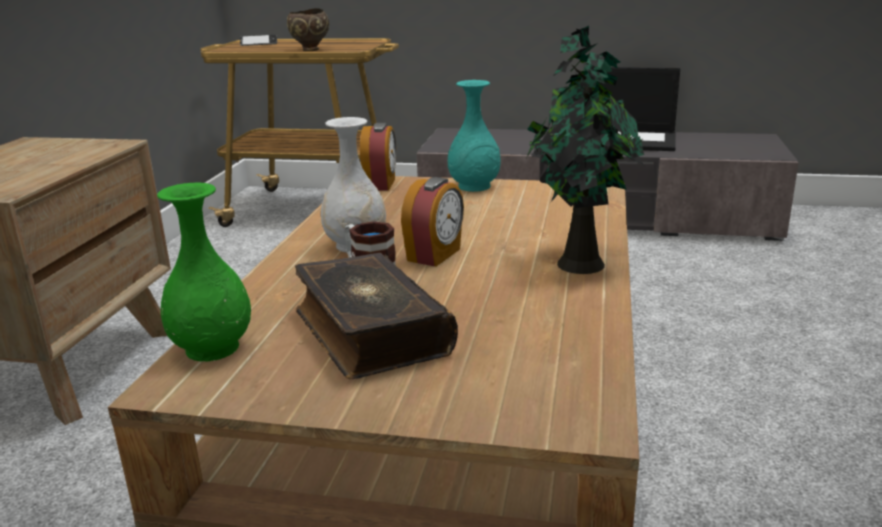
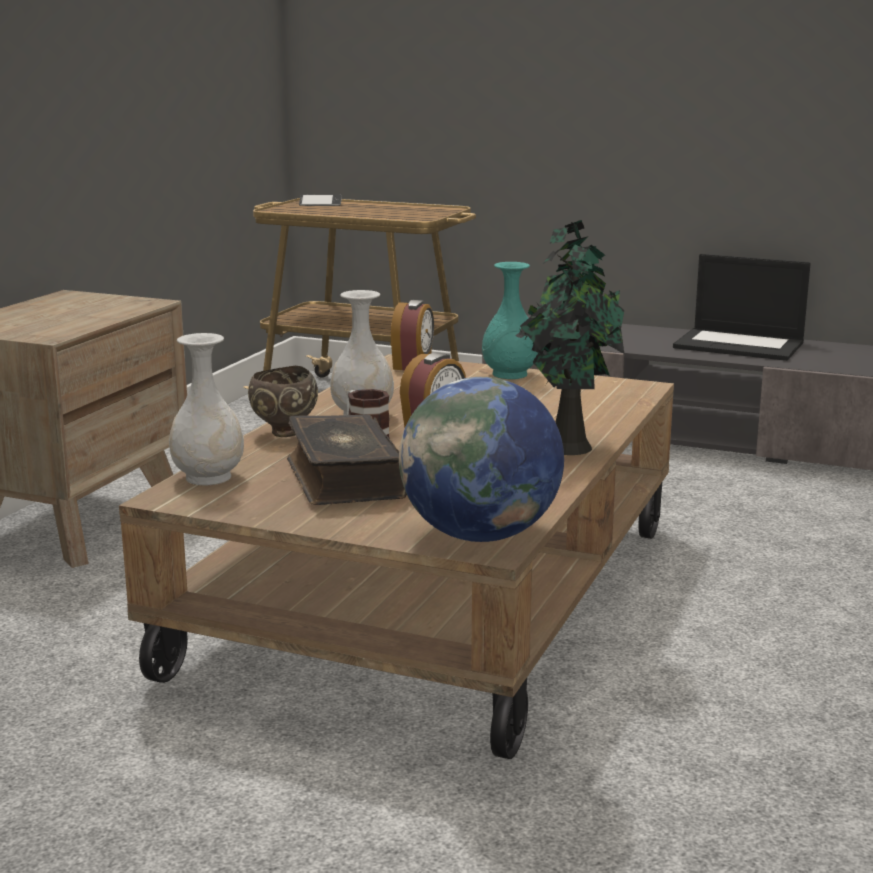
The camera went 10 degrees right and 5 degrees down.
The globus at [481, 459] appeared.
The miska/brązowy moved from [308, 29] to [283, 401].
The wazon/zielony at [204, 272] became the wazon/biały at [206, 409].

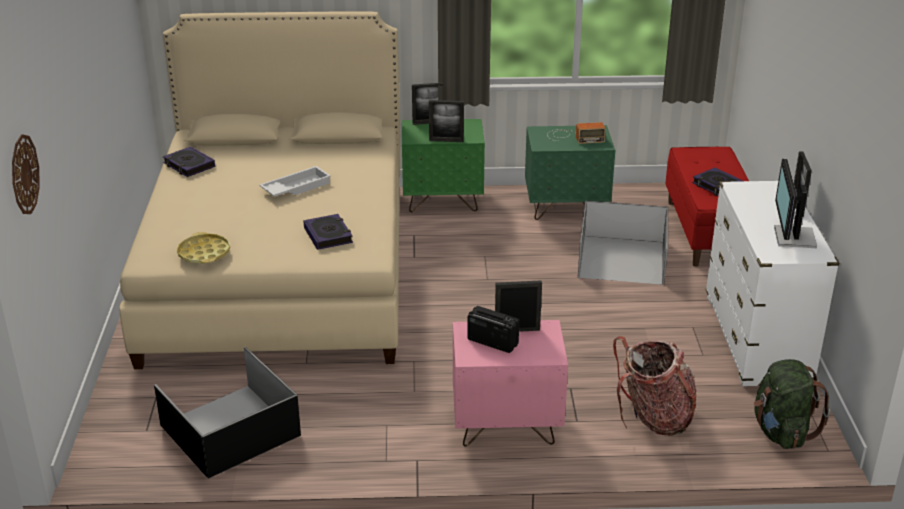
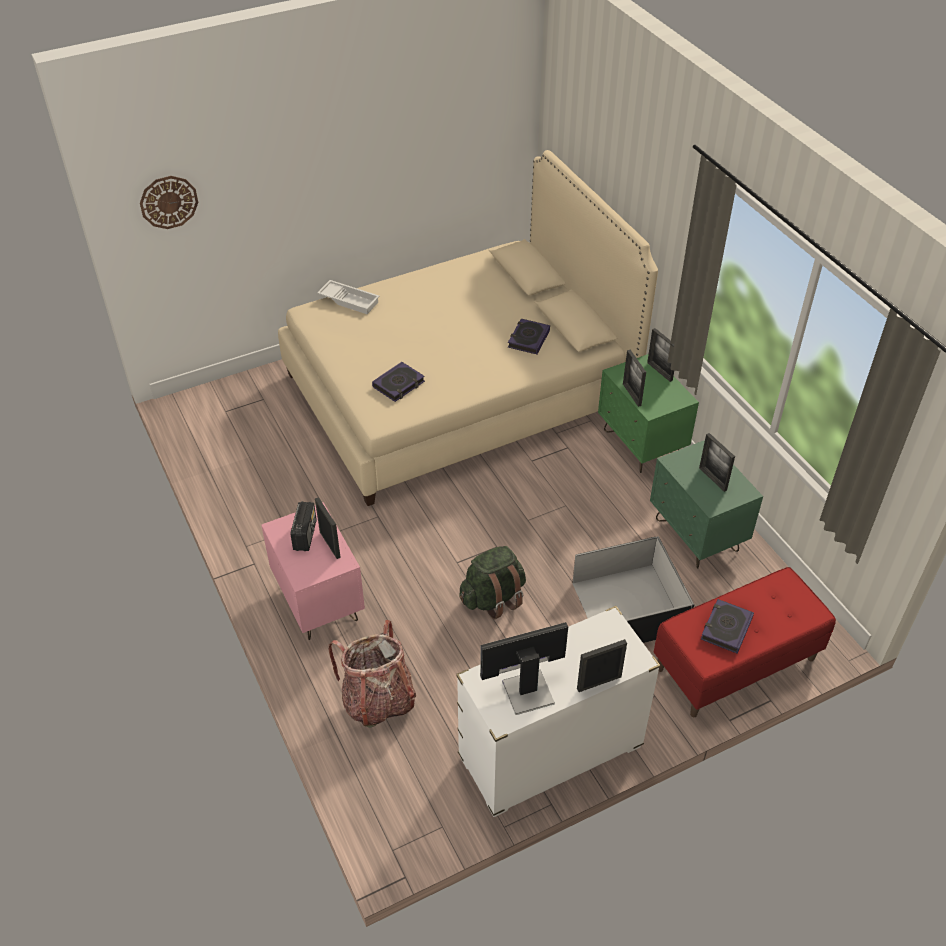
The camera went 65 degrees right and 15 degrees up.
The pojemnik do przechowywania/czarny at [227, 412] disappeared.
The taca/żółty at [203, 248] disappeared.
The książka moved from [189, 161] to [529, 336].
The taca/biały moved from [295, 181] to [348, 297].
The plecak/zielony moved from [792, 404] to [492, 582].
The radio at [576, 133] was replaced by the ramka na zdjęcie at [717, 462].

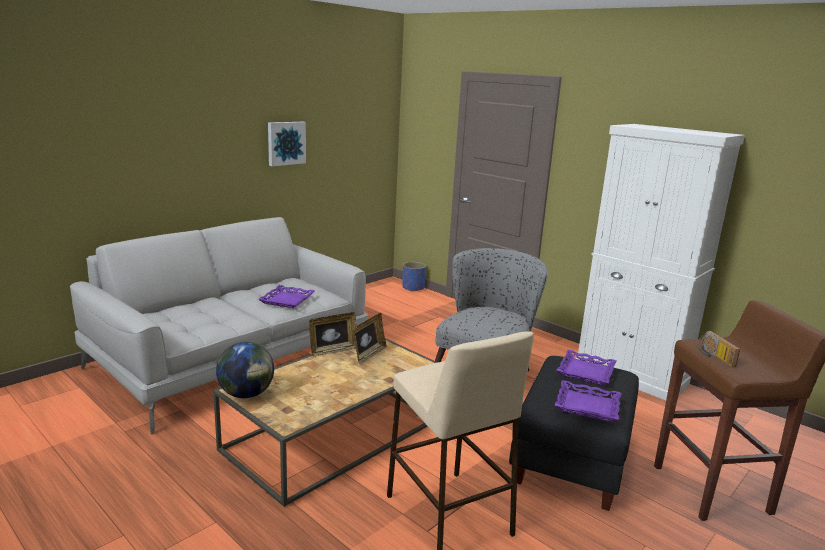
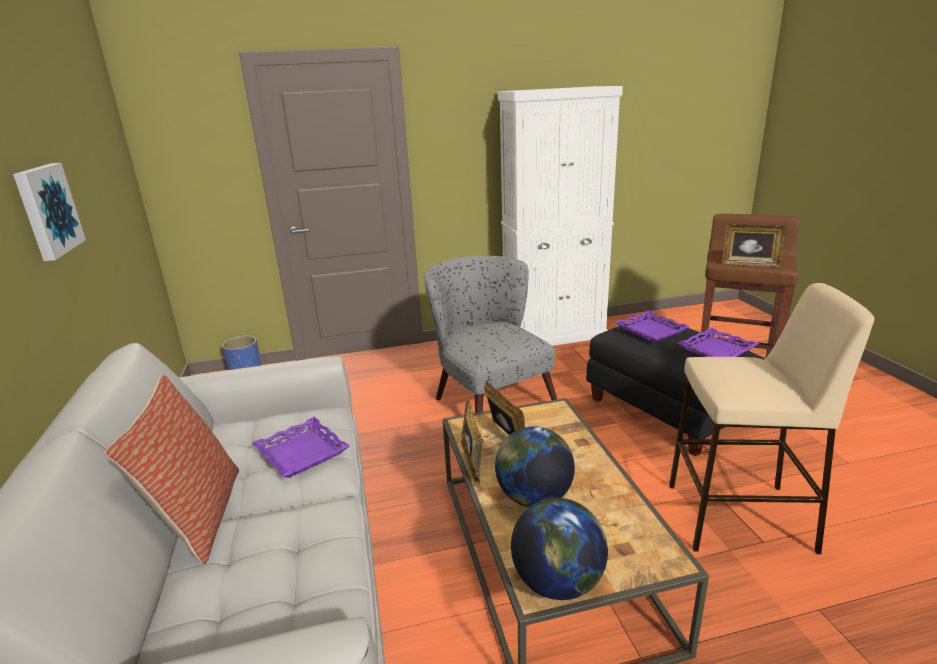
The camera went 55 degrees left and 5 degrees up.
The poduszka at [171, 469] appeared.
The globus at [535, 467] appeared.
The radio at [719, 349] was replaced by the ramka na zdjęcie at [754, 245].

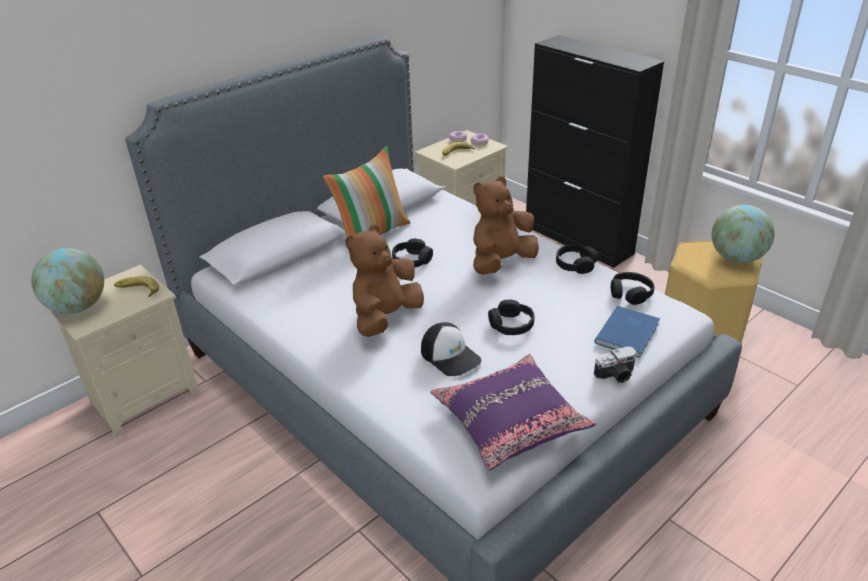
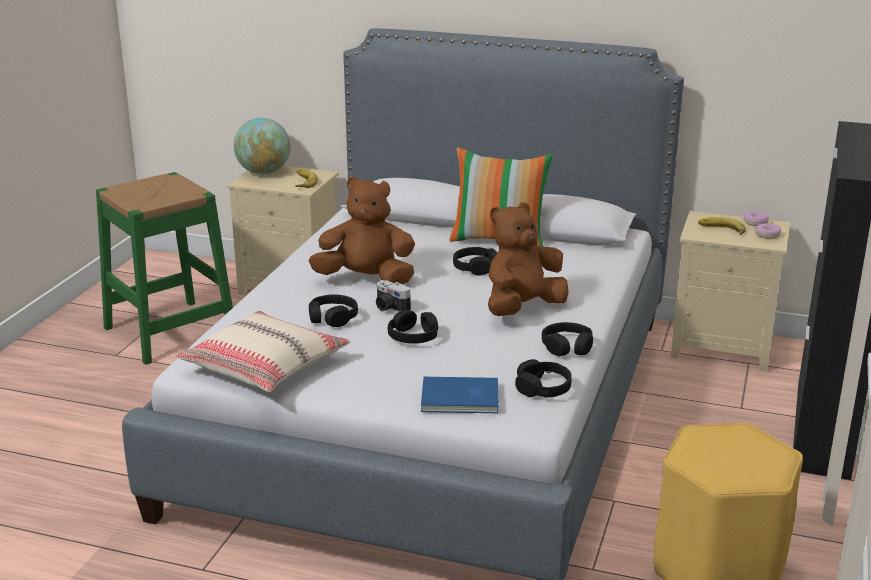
The camera went 60 degrees right and 10 degrees down.
The globus at [743, 234] disappeared.
The stołek/zielony at [164, 268] appeared.
The aparat fotograficzny moved from [615, 364] to [393, 296].
The czapka z daszkiem at [451, 349] was replaced by the słuchawki/czarny at [333, 310].
The poduszka/fioletowy at [513, 412] became the poduszka/beżowy at [263, 351].
The pluszak/brązowy at [506, 225] turned 60 degrees counterclockwise.

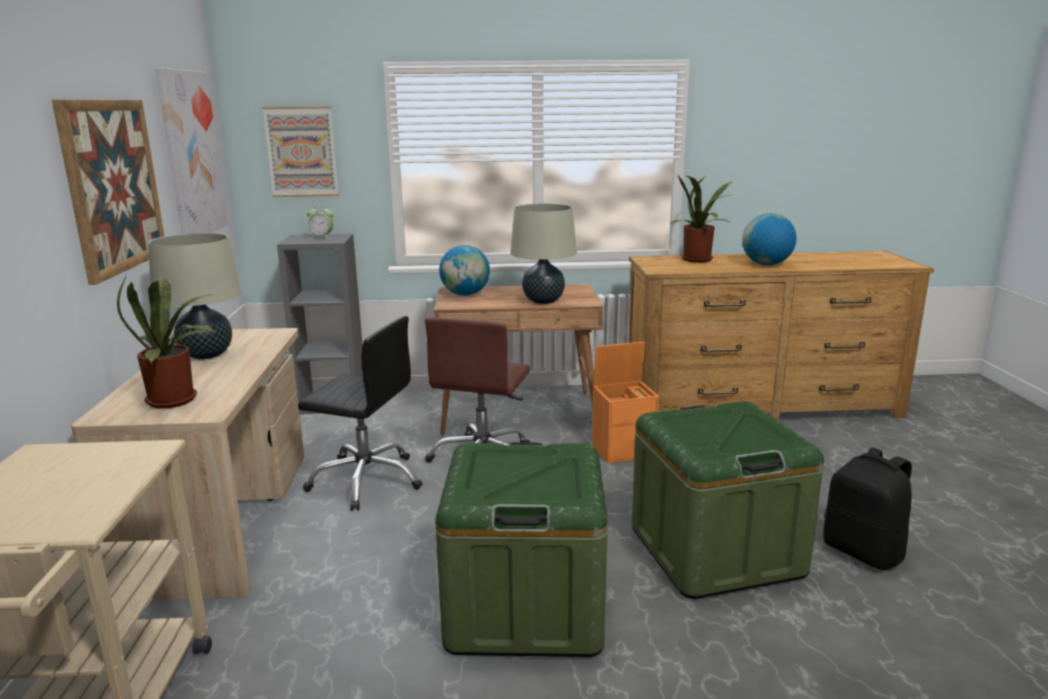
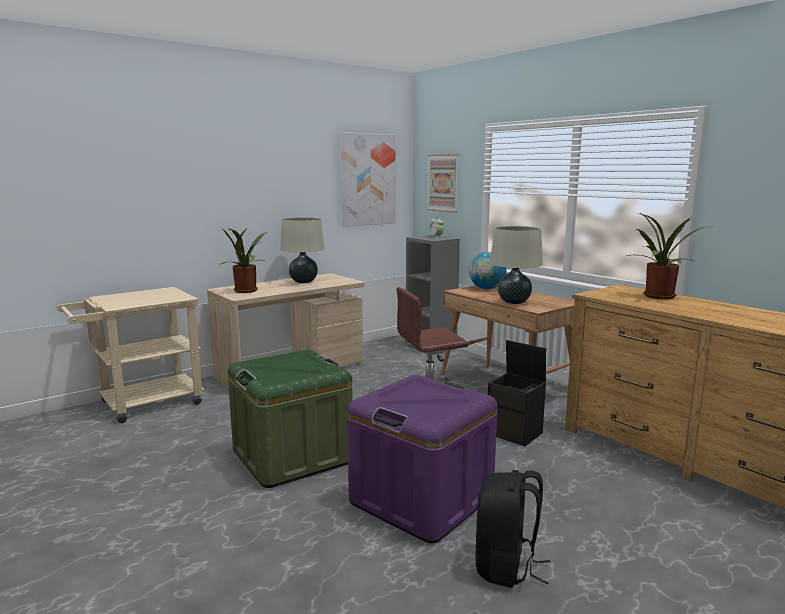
The camera went 55 degrees right and 5 degrees down.
The obraz at [108, 192] disappeared.
The krzesło biurowe/czarny at [360, 413] disappeared.
The globus at [769, 239] disappeared.
The pojemnik do przechowywania/pomarańczowy at [625, 402] became the pojemnik do przechowywania/czarny at [517, 393].
The pojemnik do przechowywania/zielony at [728, 500] became the pojemnik do przechowywania/fioletowy at [422, 459].

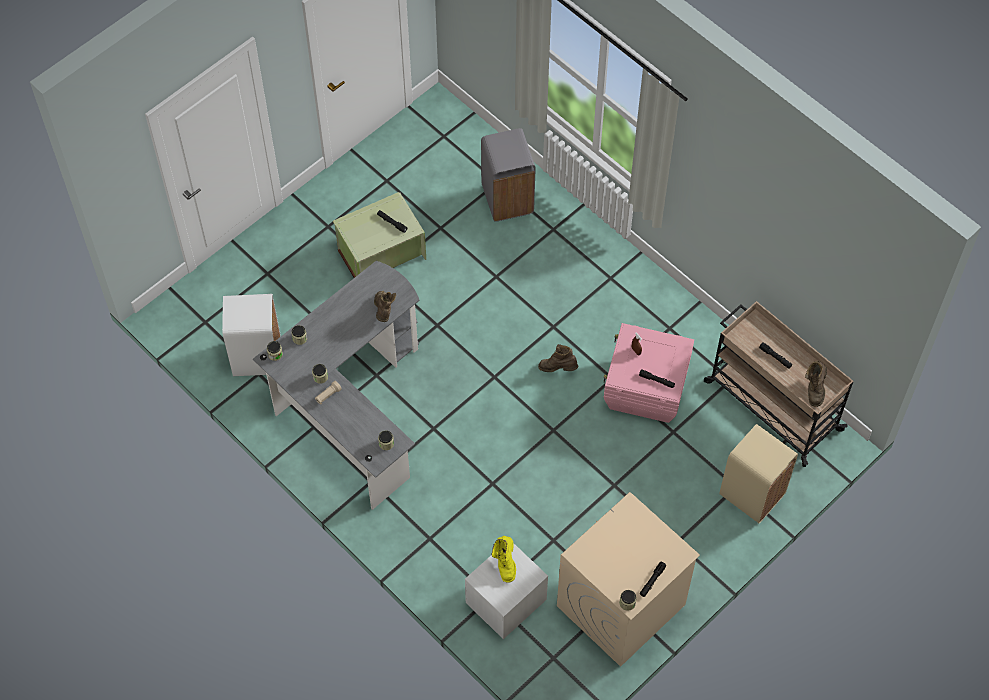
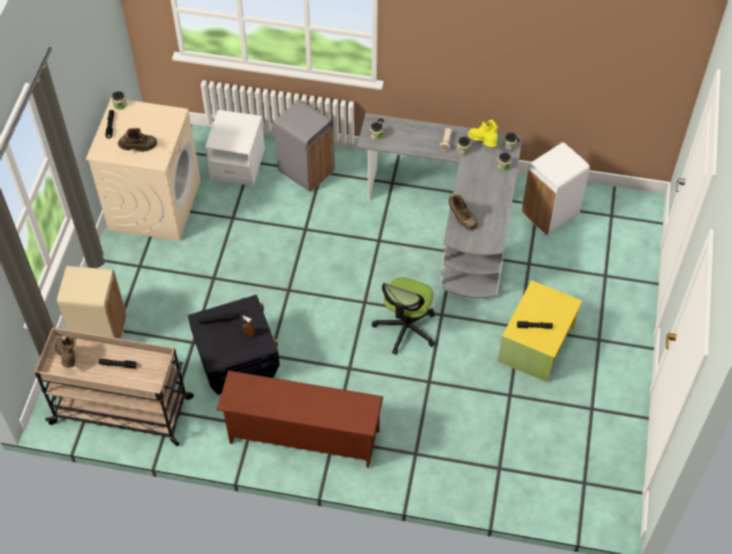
The camera went 145 degrees right and 5 degrees down.
The regał na buty/brązowy at [300, 419] appeared.
The krzesło biurowe at [403, 316] appeared.
The kosz na śmieci/szary moved from [508, 175] to [304, 146].
The but z cholewką/żółty moved from [504, 559] to [483, 133].
The but z cholewką/brązowy moved from [558, 358] to [137, 140].
The pojemnik do przechowywania/zielony at [379, 235] became the pojemnik do przechowywania/żółty at [539, 331].
The pojemnik do przechowywania/różowy at [649, 373] became the pojemnik do przechowywania/czarny at [234, 345].

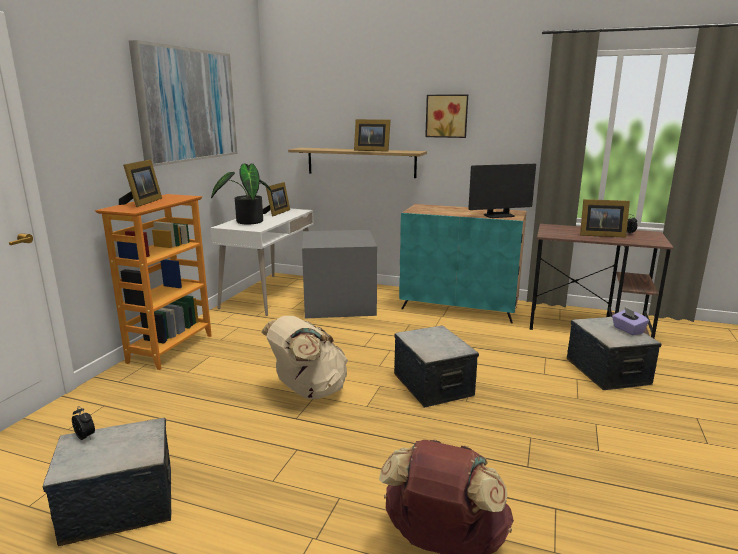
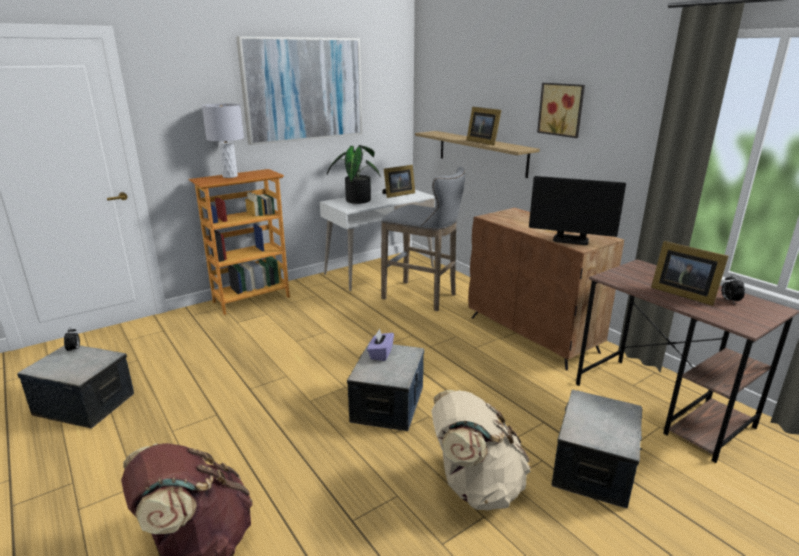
The camera went 35 degrees right and 5 degrees up.
The plecak/beżowy moved from [304, 357] to [481, 450].
The pudełko chusteczek/fioletowy moved from [630, 321] to [380, 345].
The ramka na zdjęcie at [140, 183] was replaced by the lampa stołowa/szary at [223, 140].
The pojemnik do przechowywania/szary at [339, 274] was replaced by the stołek/szary at [423, 239].
The szafka/turkusowy at [462, 263] became the szafka/brązowy at [546, 289].

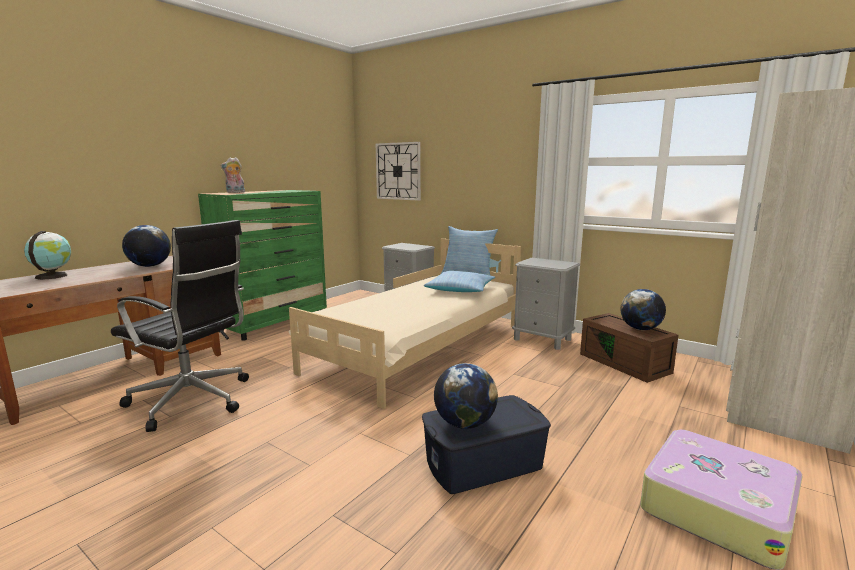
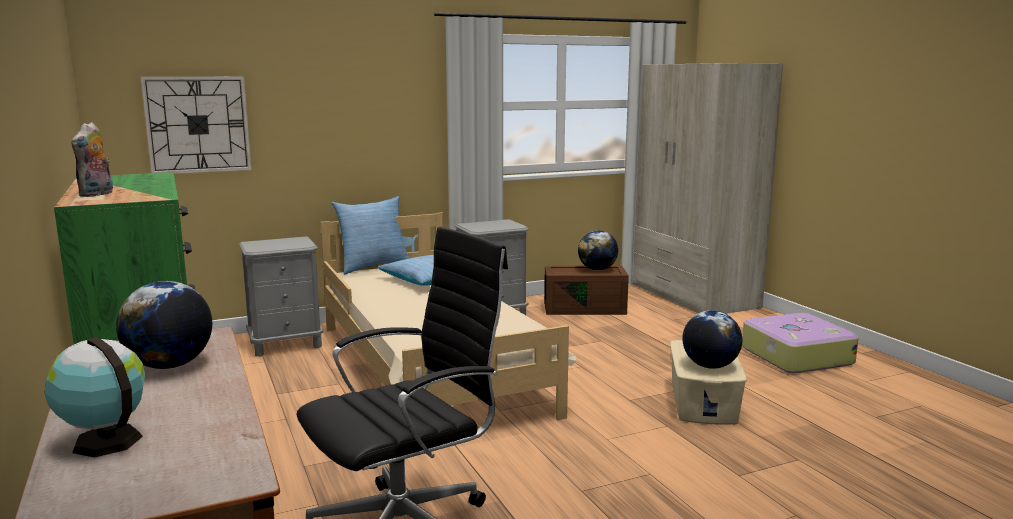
The camera went 60 degrees left and 0 degrees up.
The pojemnik do przechowywania/niebieski at [486, 444] became the pojemnik do przechowywania/beżowy at [708, 382].

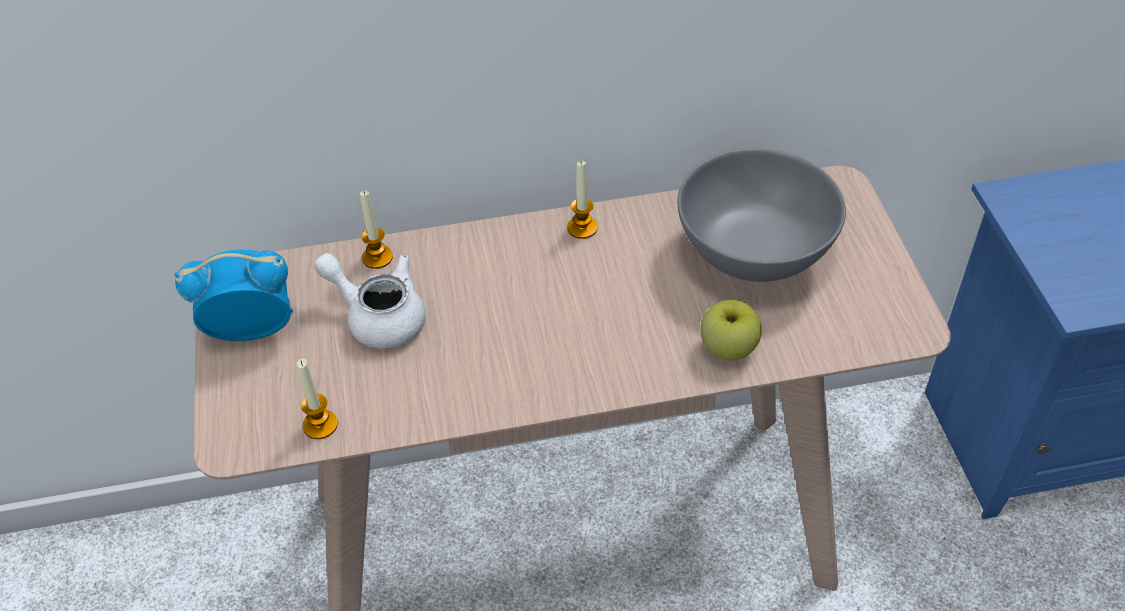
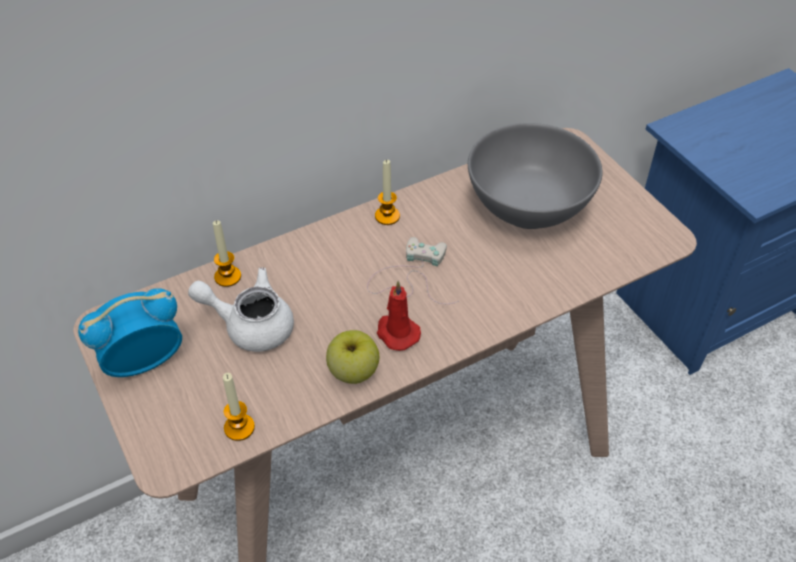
The camera went 20 degrees left and 0 degrees up.
The pad do gier/biały at [413, 270] appeared.
The świeca/czerwony at [399, 316] appeared.
The jabłko moved from [731, 330] to [352, 357].

